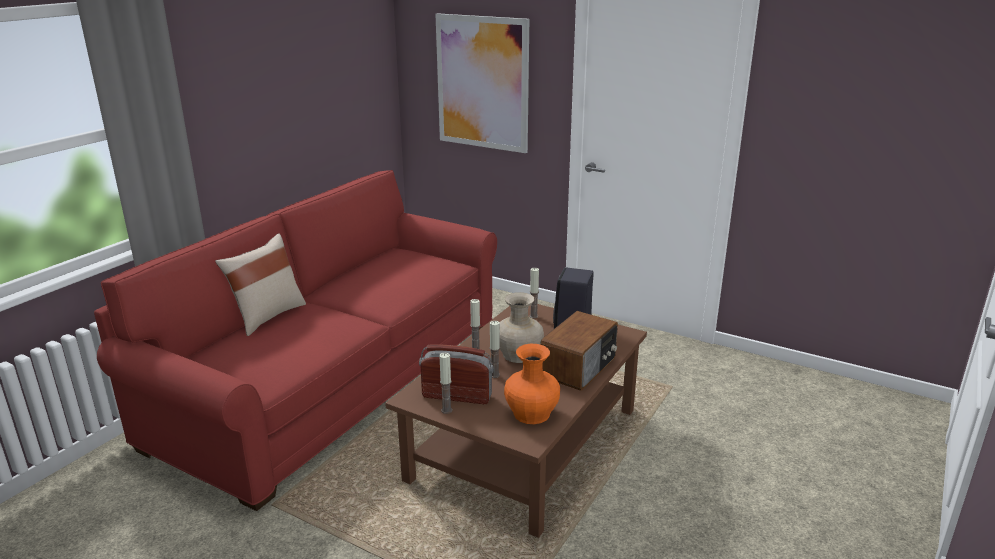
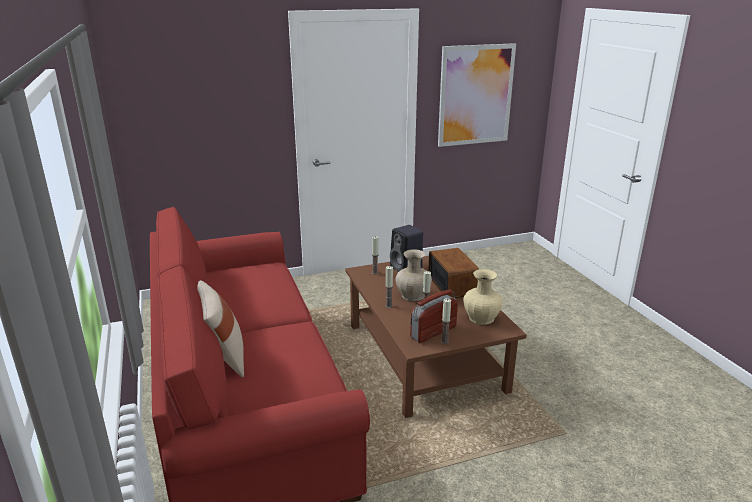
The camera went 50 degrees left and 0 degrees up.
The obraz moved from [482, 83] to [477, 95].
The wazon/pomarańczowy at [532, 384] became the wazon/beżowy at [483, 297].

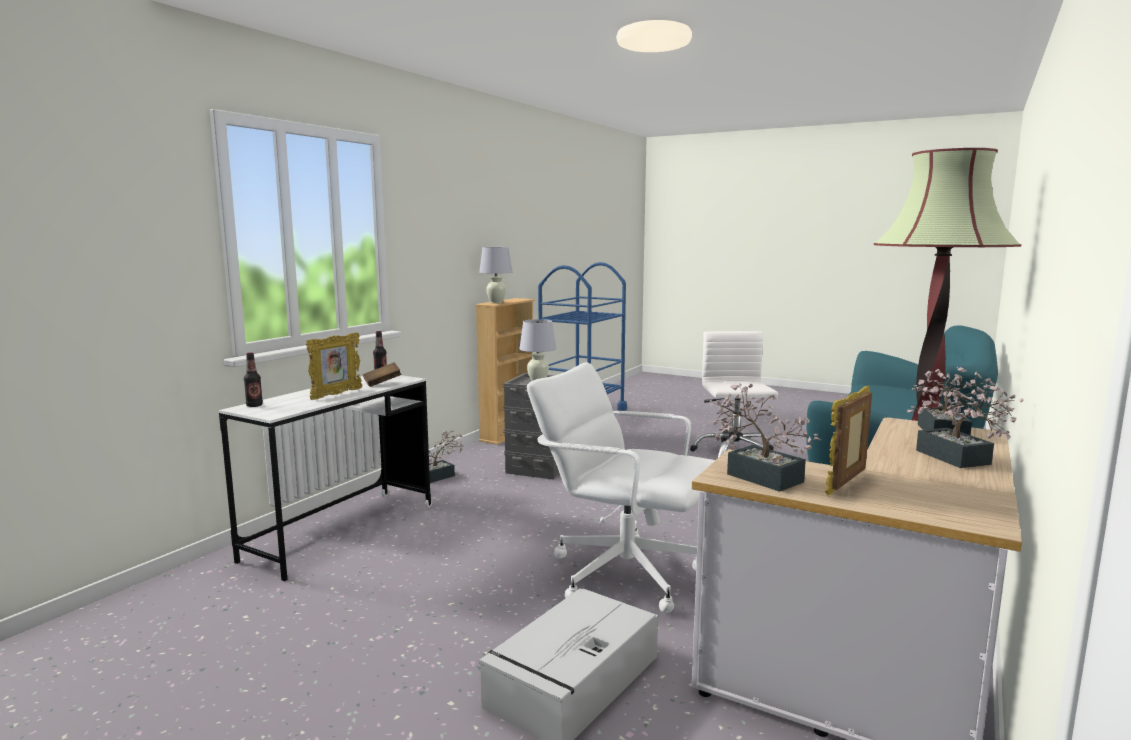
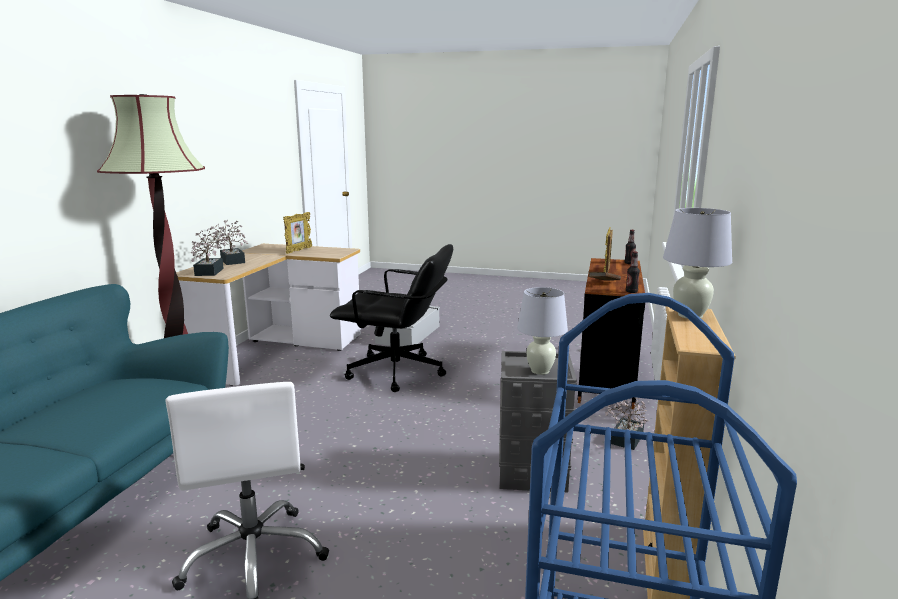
The camera went 165 degrees right and 5 degrees up.
The roślina doniczkowa at [766, 437] disappeared.
The biurko/biały at [325, 478] became the biurko/brązowy at [611, 333].
The krzesło biurowe/biały at [621, 487] became the krzesło biurowe/czarny at [391, 318].

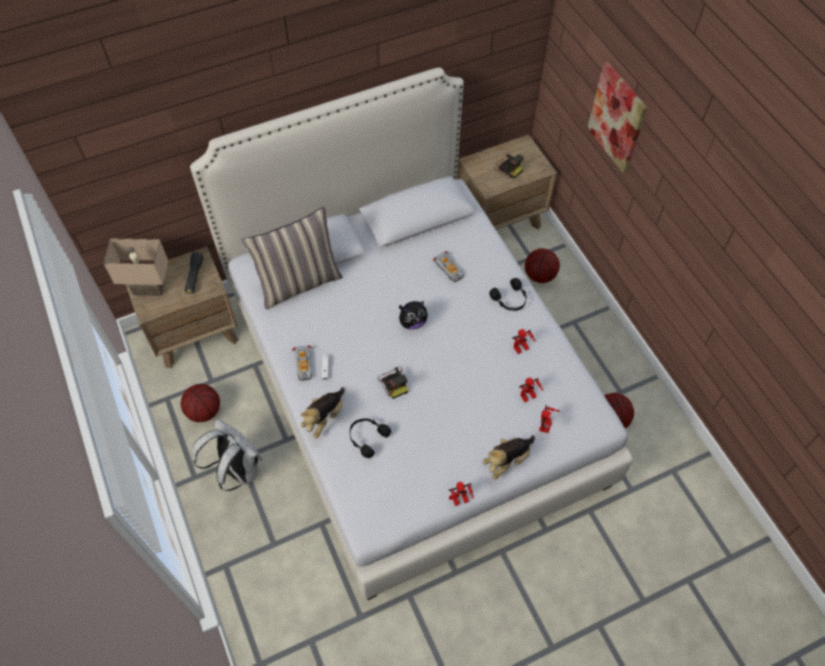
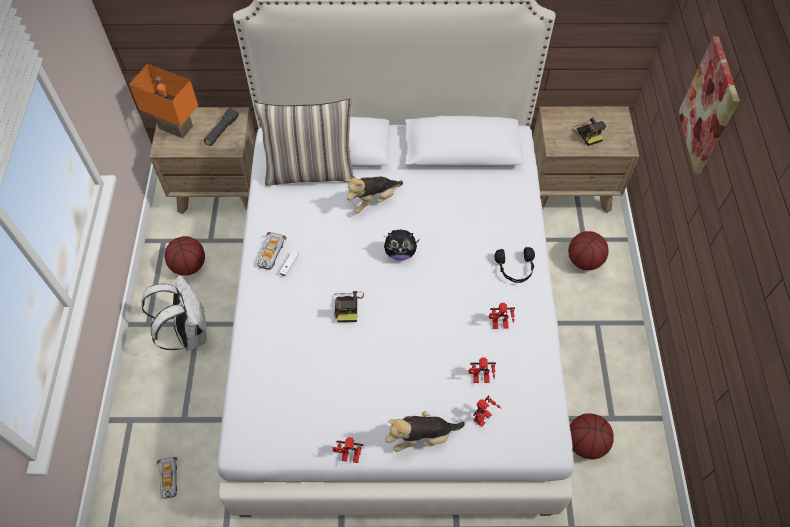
The camera went 25 degrees right and 0 degrees up.
The słuchawki/czarny at [370, 438] disappeared.
The pluszak moved from [323, 412] to [374, 195].
The samochodzik moved from [448, 266] to [167, 478].
The lampa stołowa/beżowy at [135, 267] became the lampa stołowa/pomarańczowy at [163, 101].

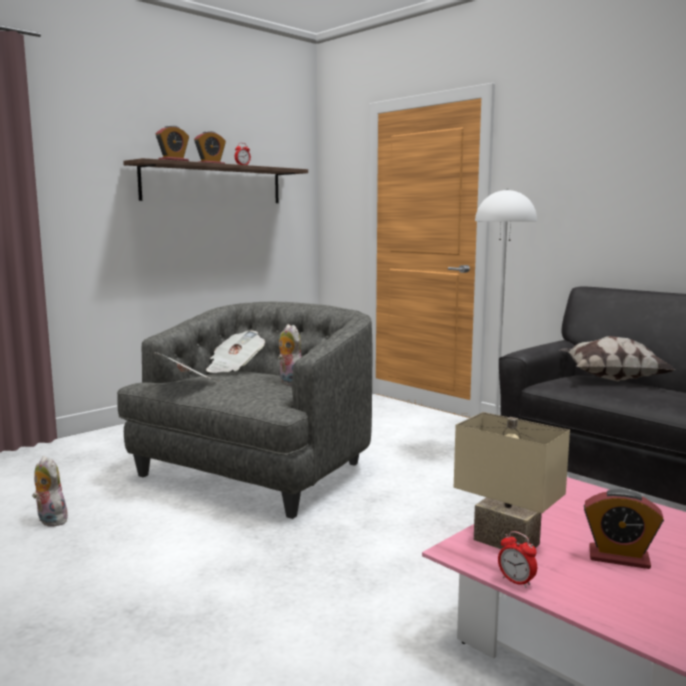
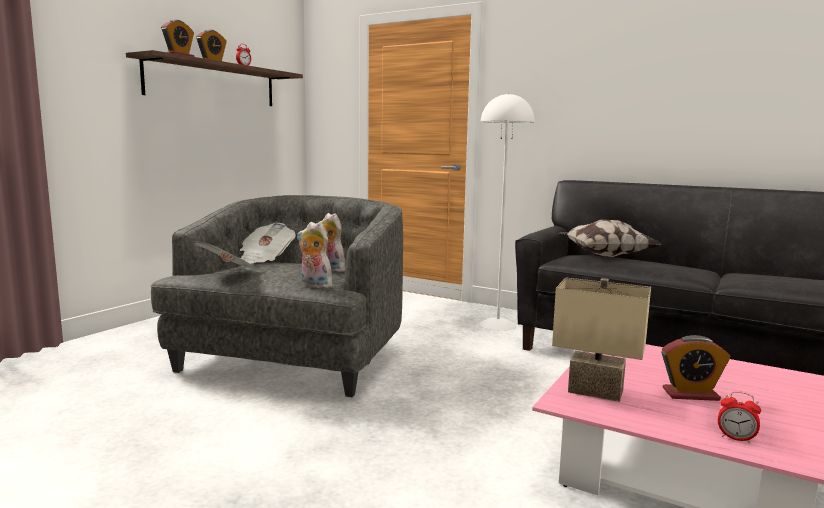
The camera went 15 degrees left and 0 degrees up.
The pluszak moved from [50, 491] to [314, 255].
The budzik moved from [517, 559] to [739, 417].

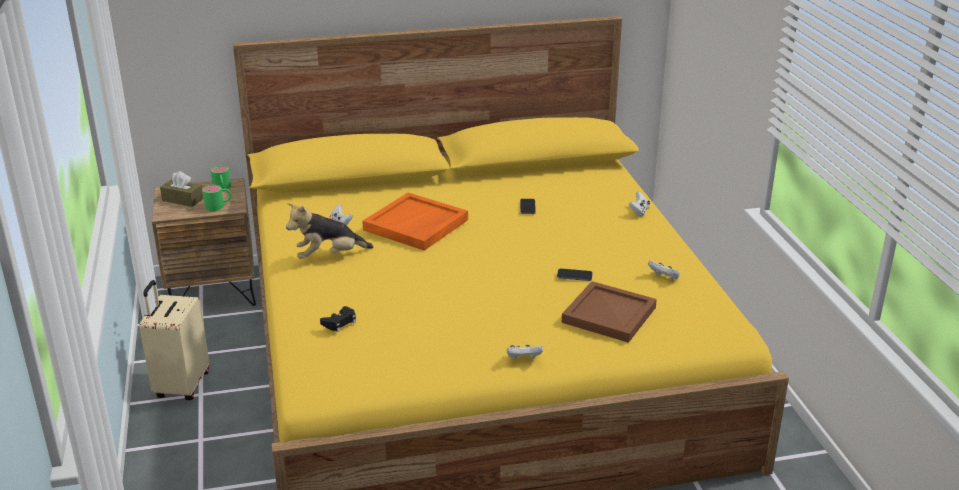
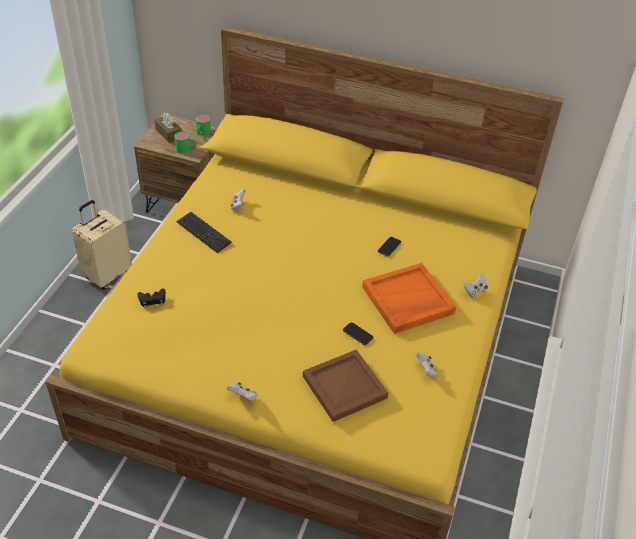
The camera went 30 degrees right and 15 degrees up.
The taca/pomarańczowy moved from [415, 222] to [409, 298].
The pluszak at [330, 231] was replaced by the klawiatura at [204, 232].

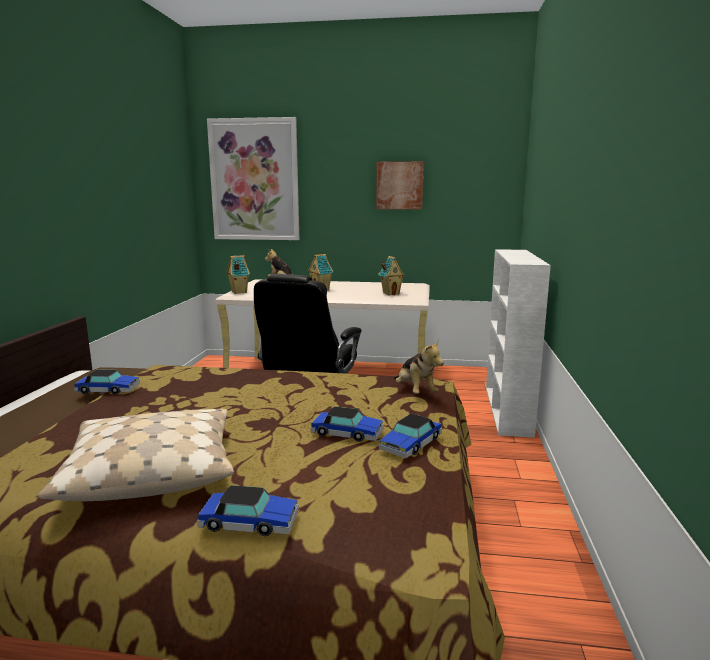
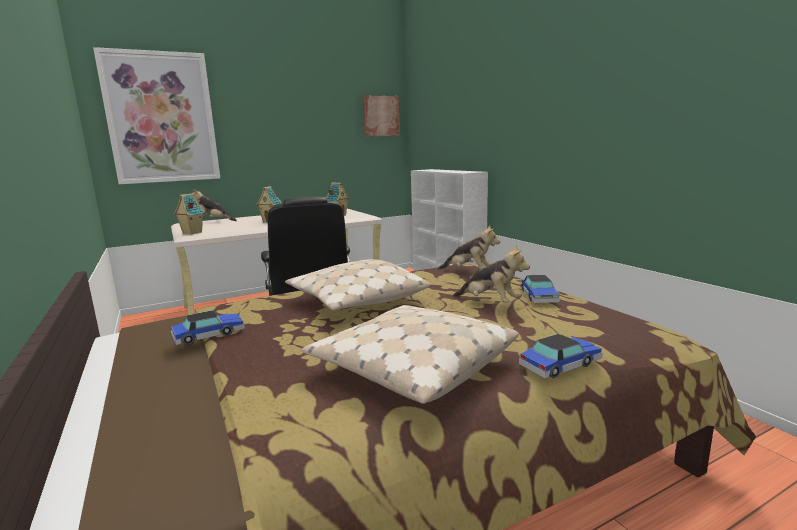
The camera went 35 degrees left and 0 degrees up.
The poduszka/beżowy at [357, 284] appeared.
The obraz moved from [400, 185] to [381, 115].
The samochodzik at [347, 424] was replaced by the pluszak at [491, 273].

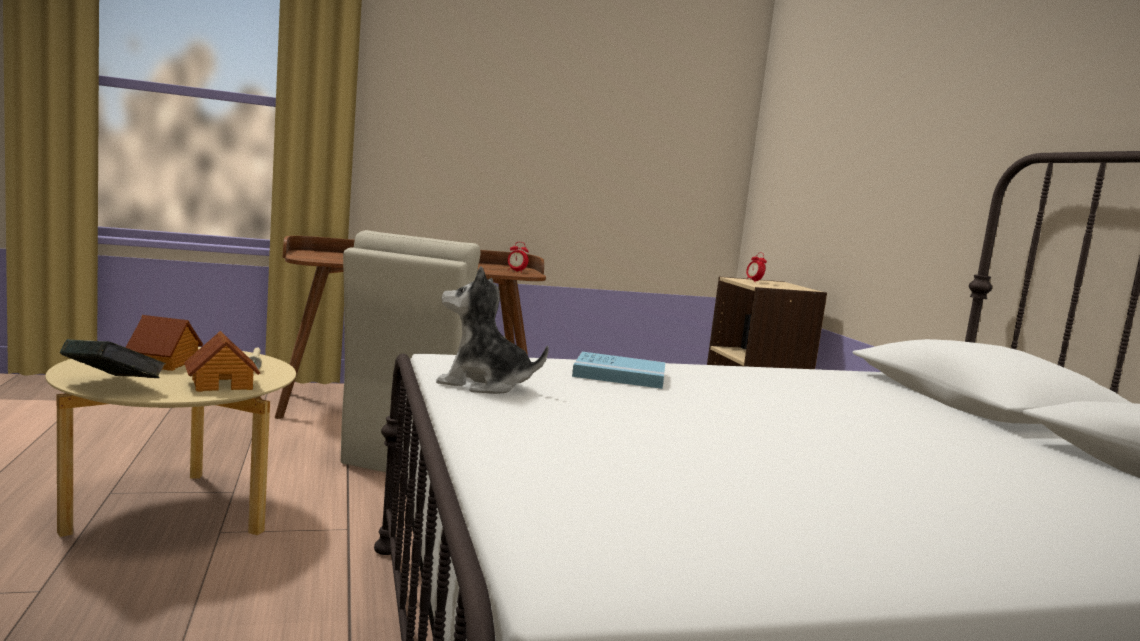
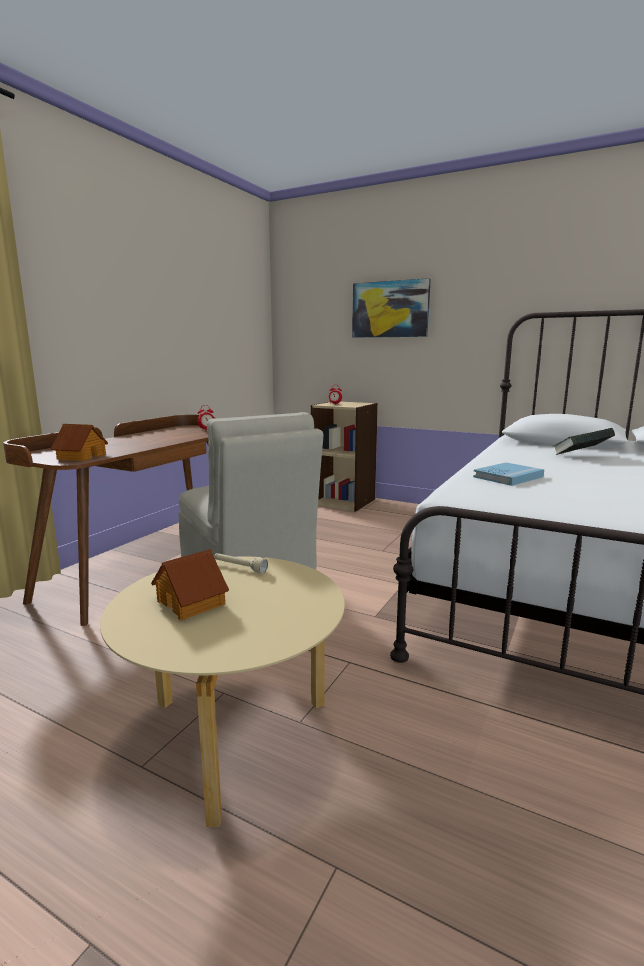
The camera went 45 degrees left and 5 degrees up.
The pluszak at [492, 330] disappeared.
The obraz at [391, 308] appeared.
The książka moved from [113, 358] to [584, 441].
The domek moved from [222, 361] to [79, 442].

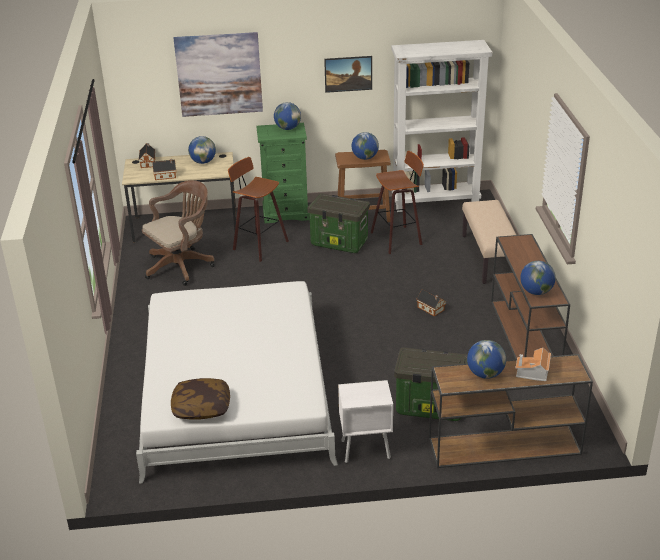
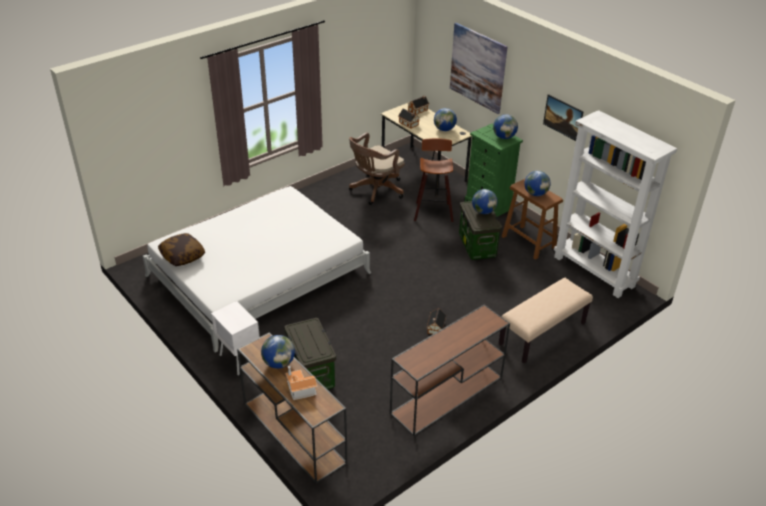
The camera went 55 degrees right and 5 degrees up.
The stołek at [397, 202] disappeared.
The globus moved from [538, 278] to [485, 201].
The krzesło biurowe/brązowy at [178, 233] turned 120 degrees clockwise.

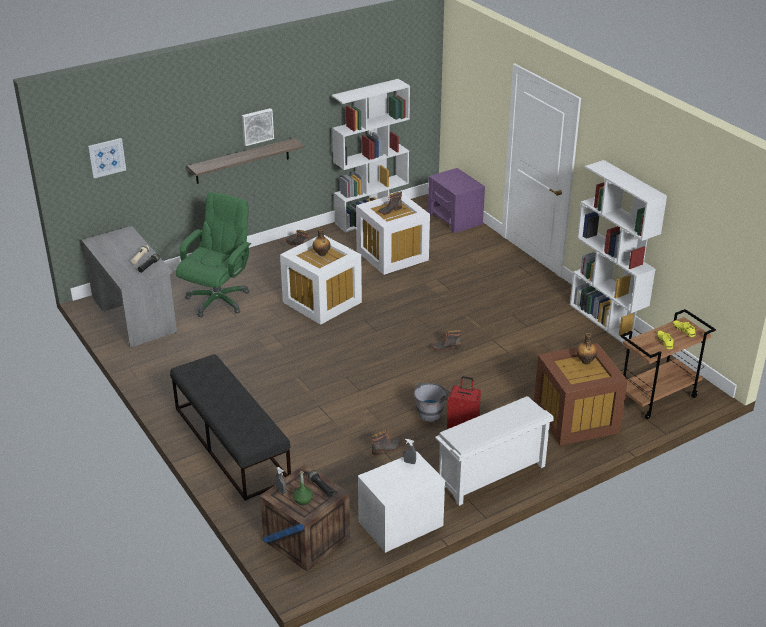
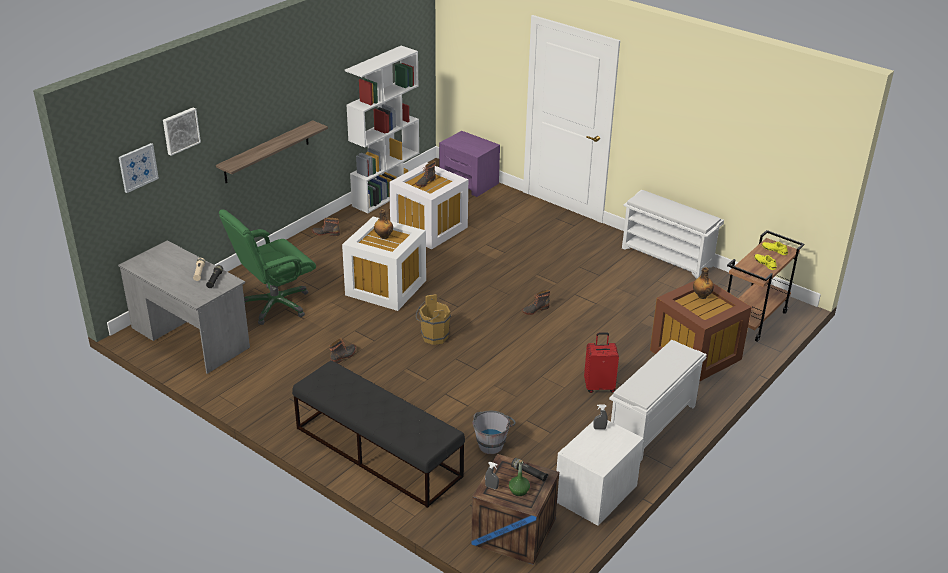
The camera went 20 degrees left and 0 degrees up.
The wiadro/brązowy at [433, 319] appeared.
The obraz moved from [258, 127] to [182, 131].
The but z cholewką moved from [387, 442] to [343, 351].
The wiadro/szary moved from [431, 402] to [494, 432].
The regał/biały at [618, 251] was replaced by the regał na buty/biały at [673, 234].
The krzesło biurowe/zielony at [213, 254] turned 135 degrees counterclockwise.

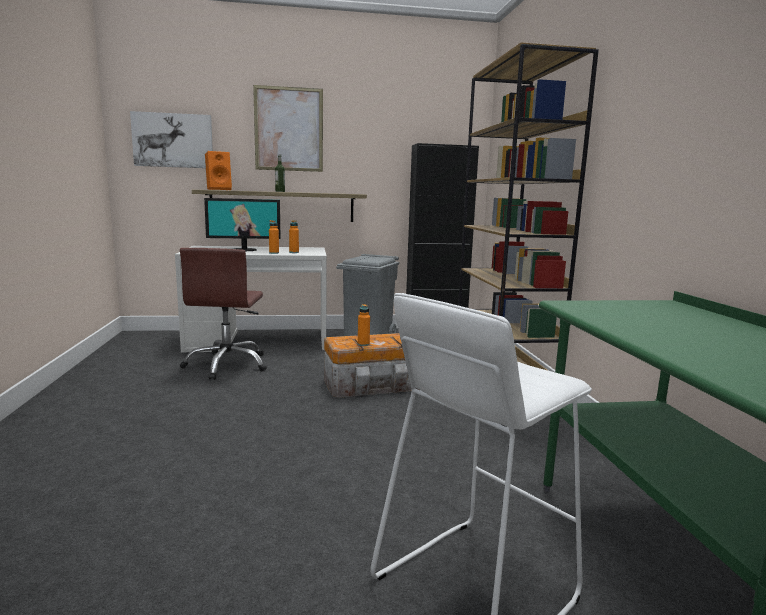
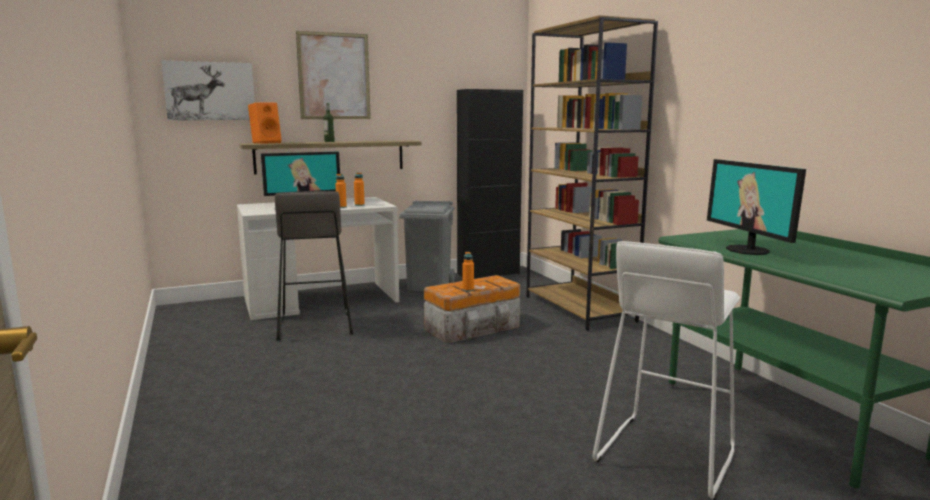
The camera went 15 degrees left and 0 degrees up.
The monitor at [756, 207] appeared.
The krzesło biurowe/brązowy at [223, 314] was replaced by the stołek/szary at [314, 265].

